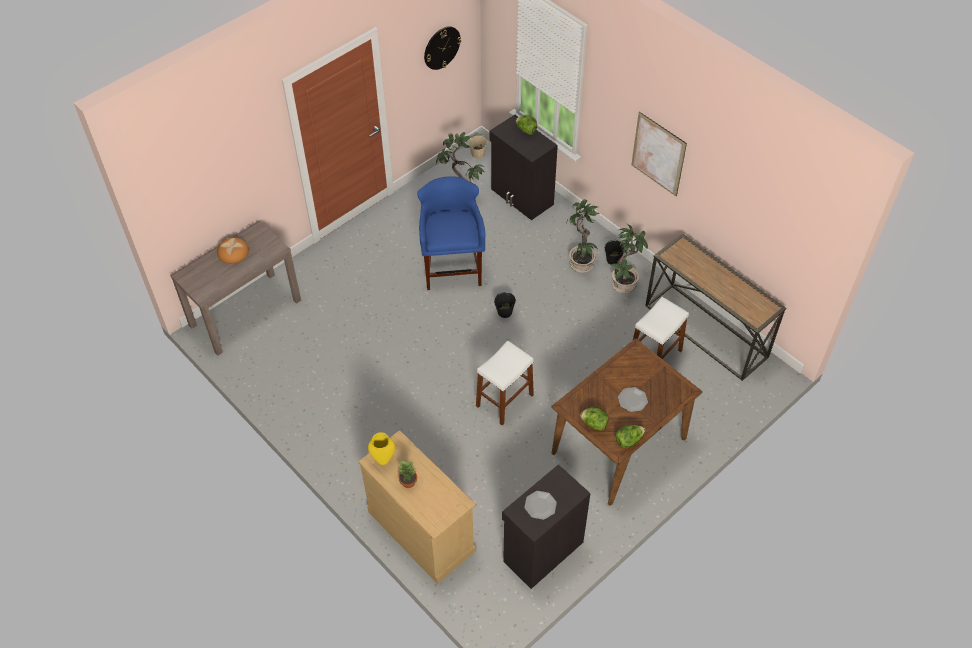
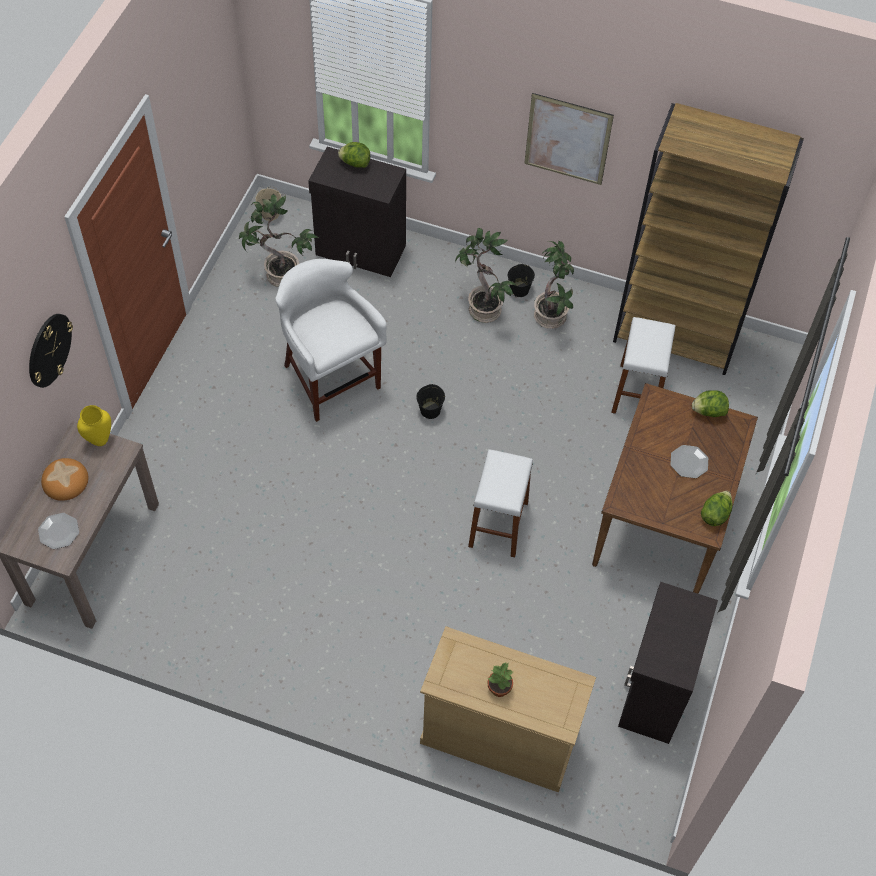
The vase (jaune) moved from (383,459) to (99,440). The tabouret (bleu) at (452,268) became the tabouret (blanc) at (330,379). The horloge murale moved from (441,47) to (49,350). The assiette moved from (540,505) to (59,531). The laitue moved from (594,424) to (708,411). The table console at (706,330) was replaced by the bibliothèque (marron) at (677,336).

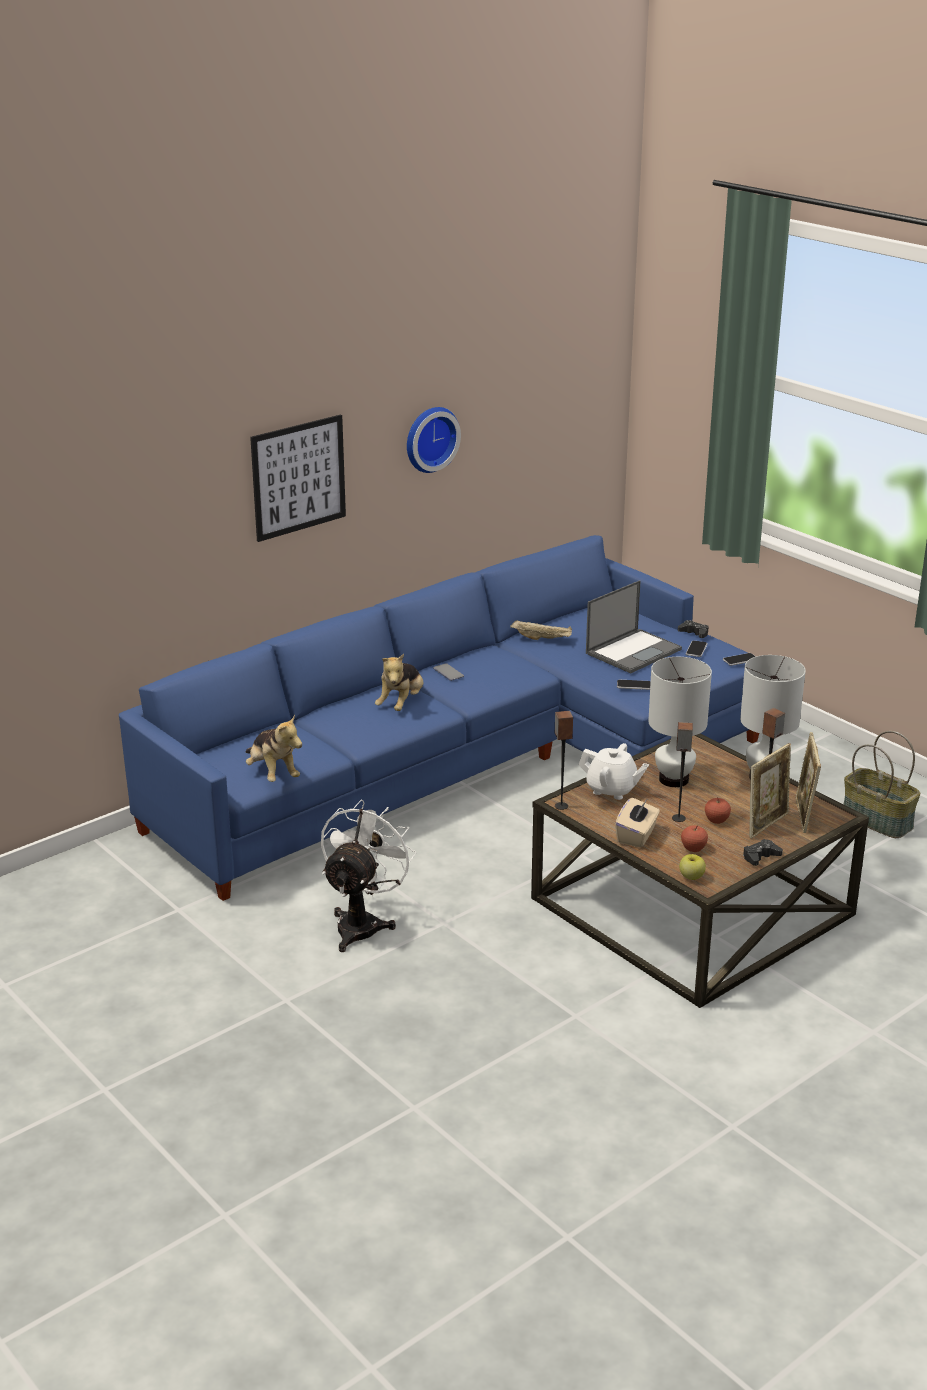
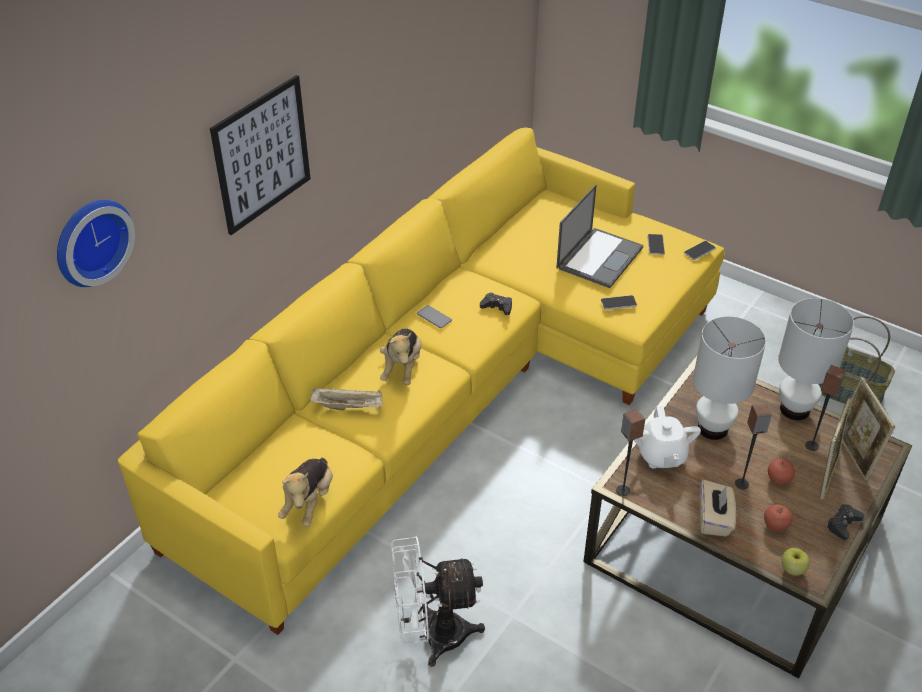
The canapé (bleu) at (470,761) became the canapé (jaune) at (455,386). The peluche at (272,773) turned 60 degrees clockwise. The ventilateur (blanc) at (362,923) turned 105 degrees counterclockwise. The horloge murale moved from (429,438) to (90,240). The plateau (beige) moved from (542,639) to (349,406). The théière (blanc) at (612,789) turned 75 degrees clockwise. The manette (noir) moved from (694,633) to (497,307).

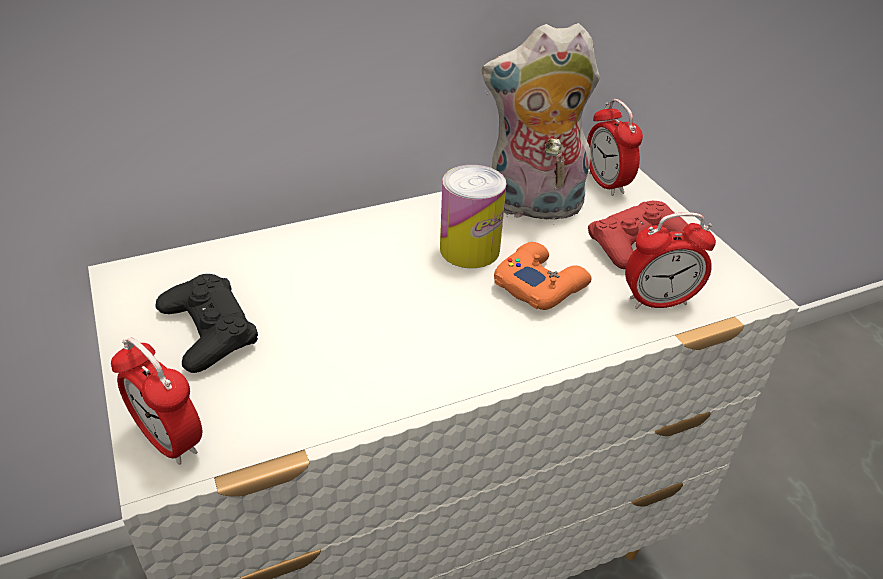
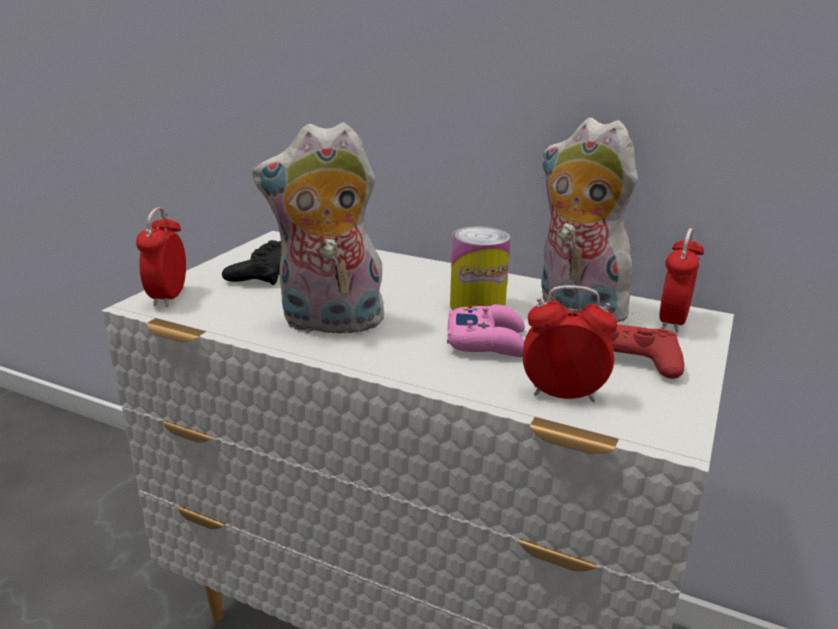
The manette (orange) at (540,284) became the manette (rose) at (488,341). The réveil at (658,301) turned 150 degrees clockwise. The peluche at (329,324) appeared.

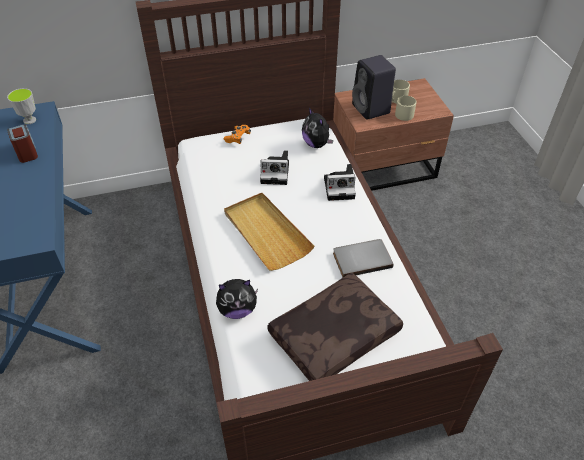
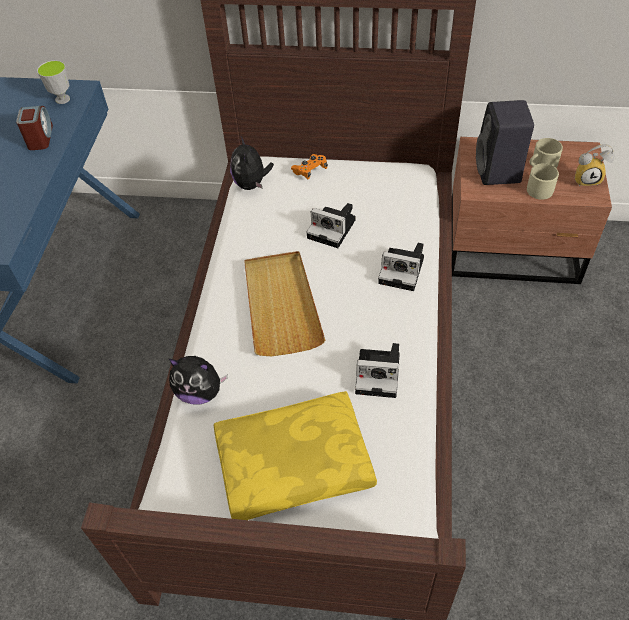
The coussin (marron) at (334,334) became the coussin (jaune) at (294,461). The peluche moved from (316,144) to (251,184). The livre (gris) at (361,258) was replaced by the appareil photo at (380,374). The réveil at (587,179) appeared.

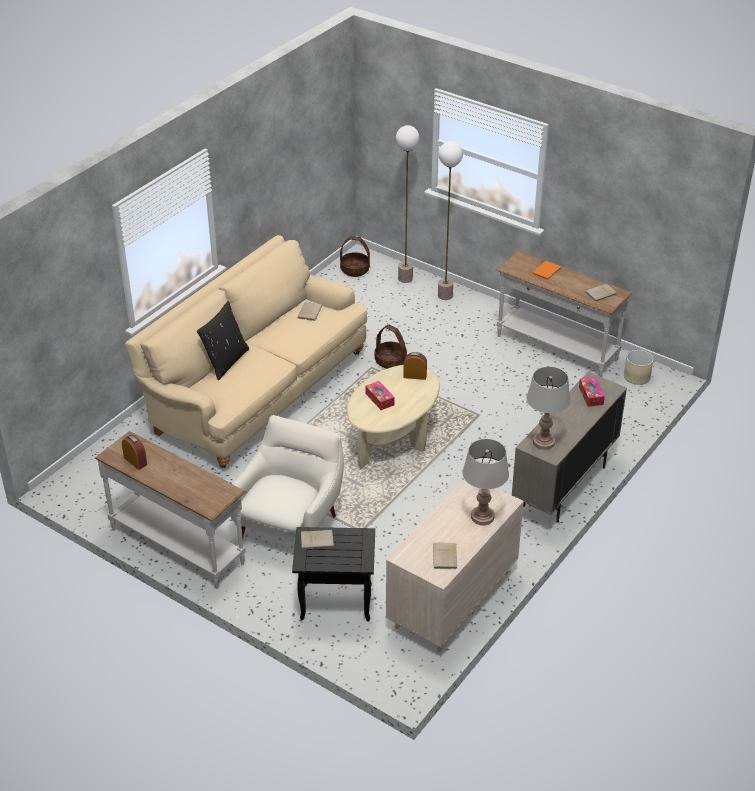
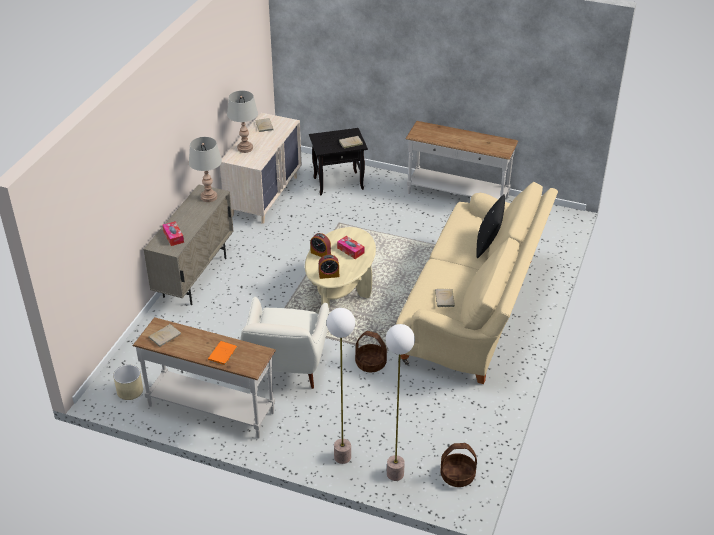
The réveil moved from (135,461) to (320,253). The fauteuil (blanc) moved from (290,525) to (286,368).

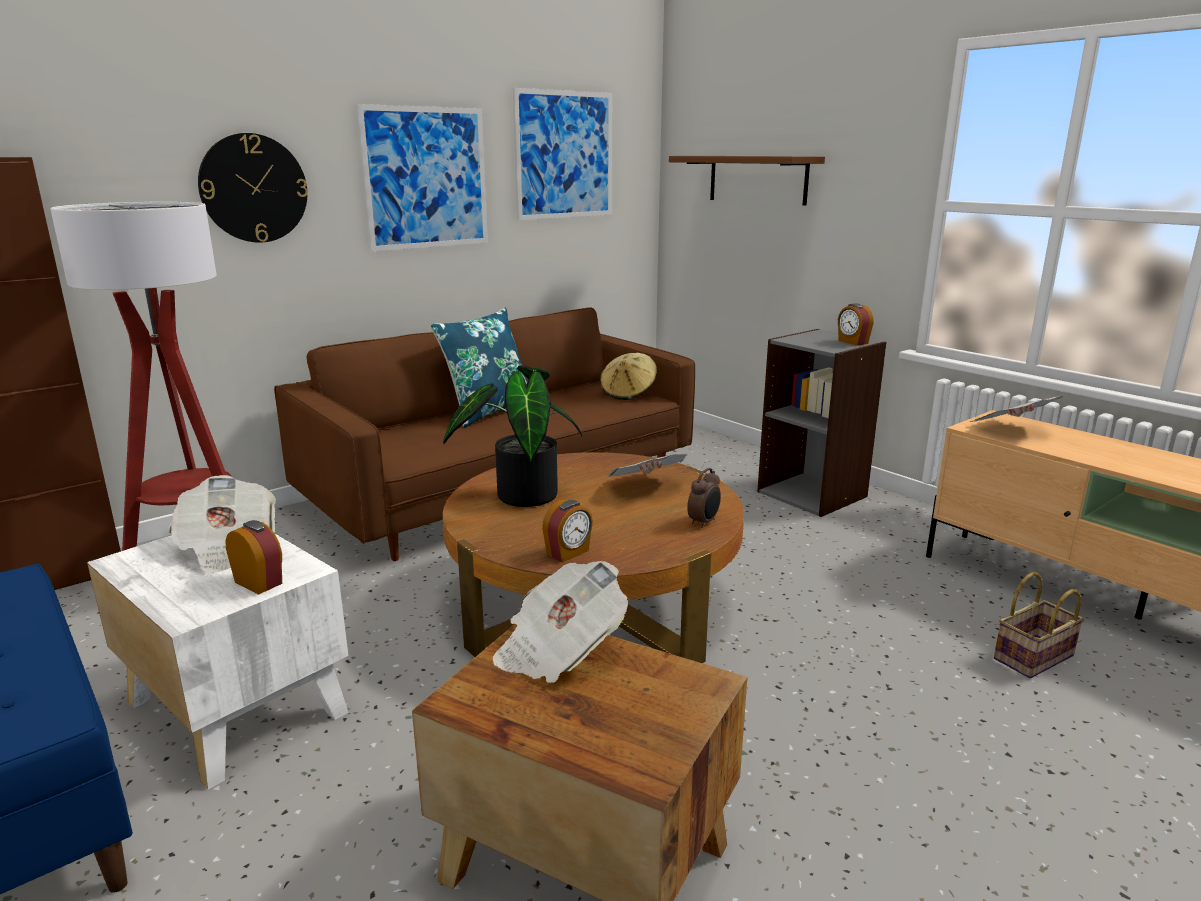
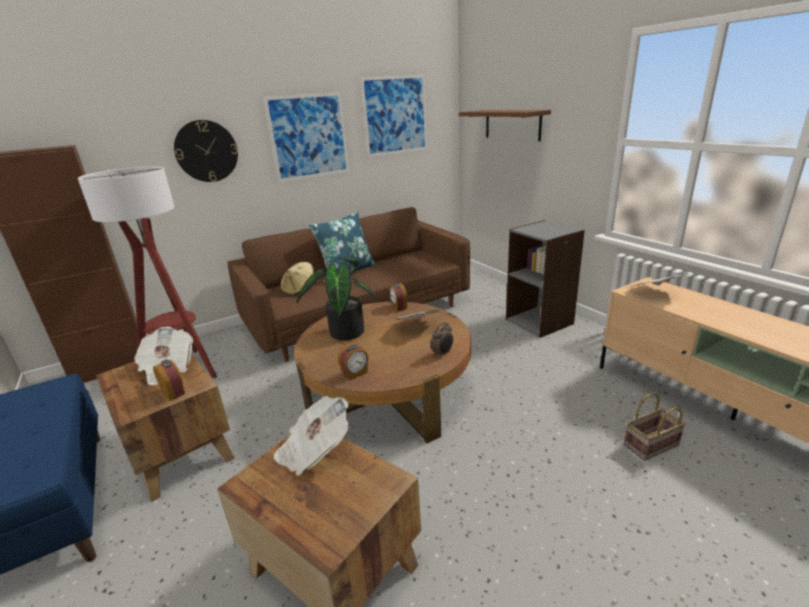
The table d'appoint (blanc) at (237,705) became the table d'appoint (marron) at (180,450). The chapeau (beige) moved from (628,393) to (299,289). The réveil moved from (852,342) to (398,307).

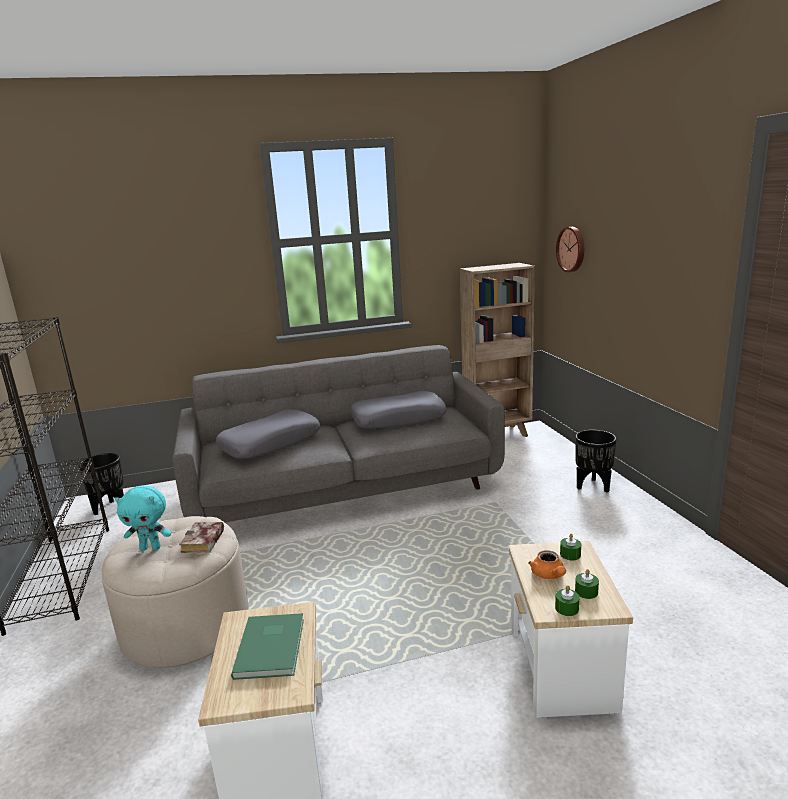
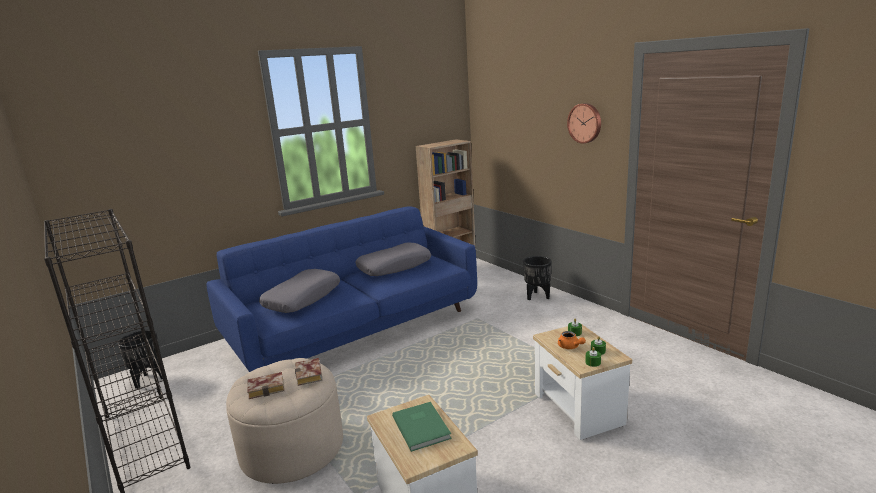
The peluche (turquoise) at (151,548) was replaced by the livre at (268,388). The canapé (gris) at (345,488) became the canapé (bleu) at (356,328). The horloge murale moved from (572,249) to (585,123).

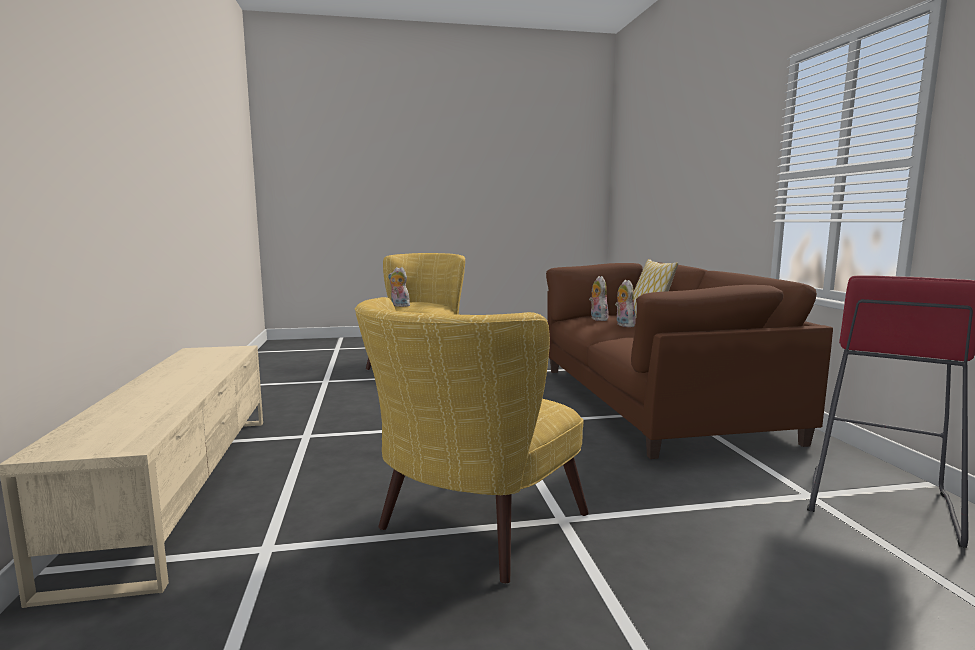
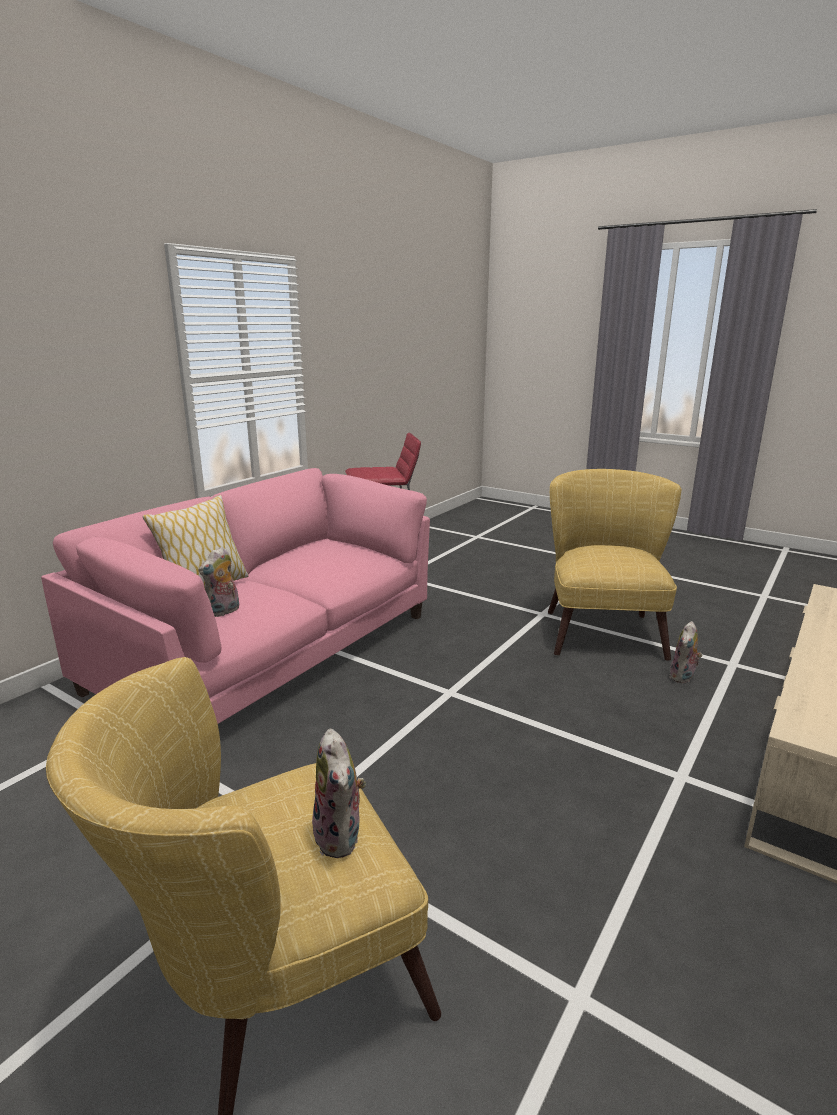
The fauteuil (jaune) at (468,531) turned 75 degrees counterclockwise. The canapé (marron) at (653,401) became the canapé (rose) at (270,652). The peluche moved from (623,325) to (683,677).

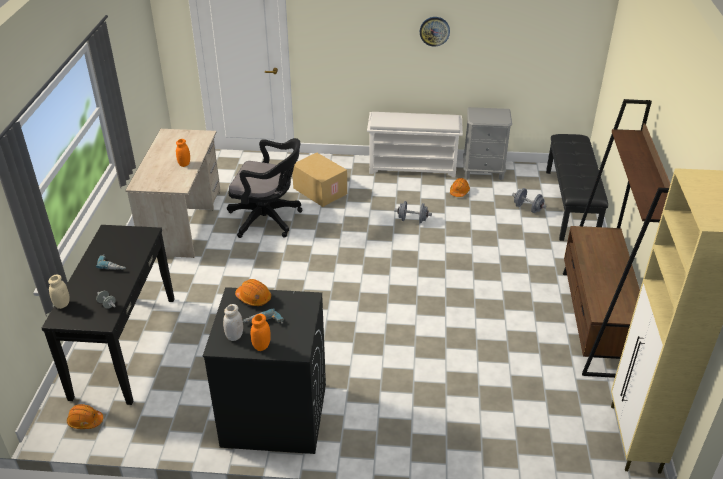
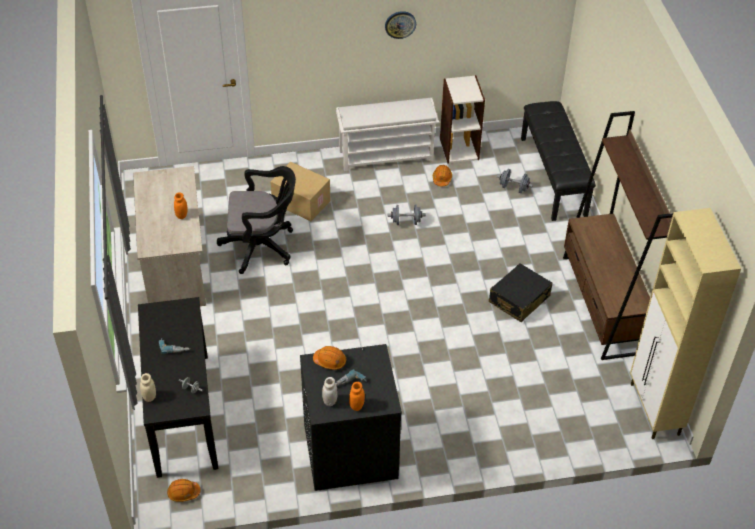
The table de chevet (gris) at (483,171) was replaced by the bibliothèque at (459,148). The valise (noir) at (519,299) appeared.

